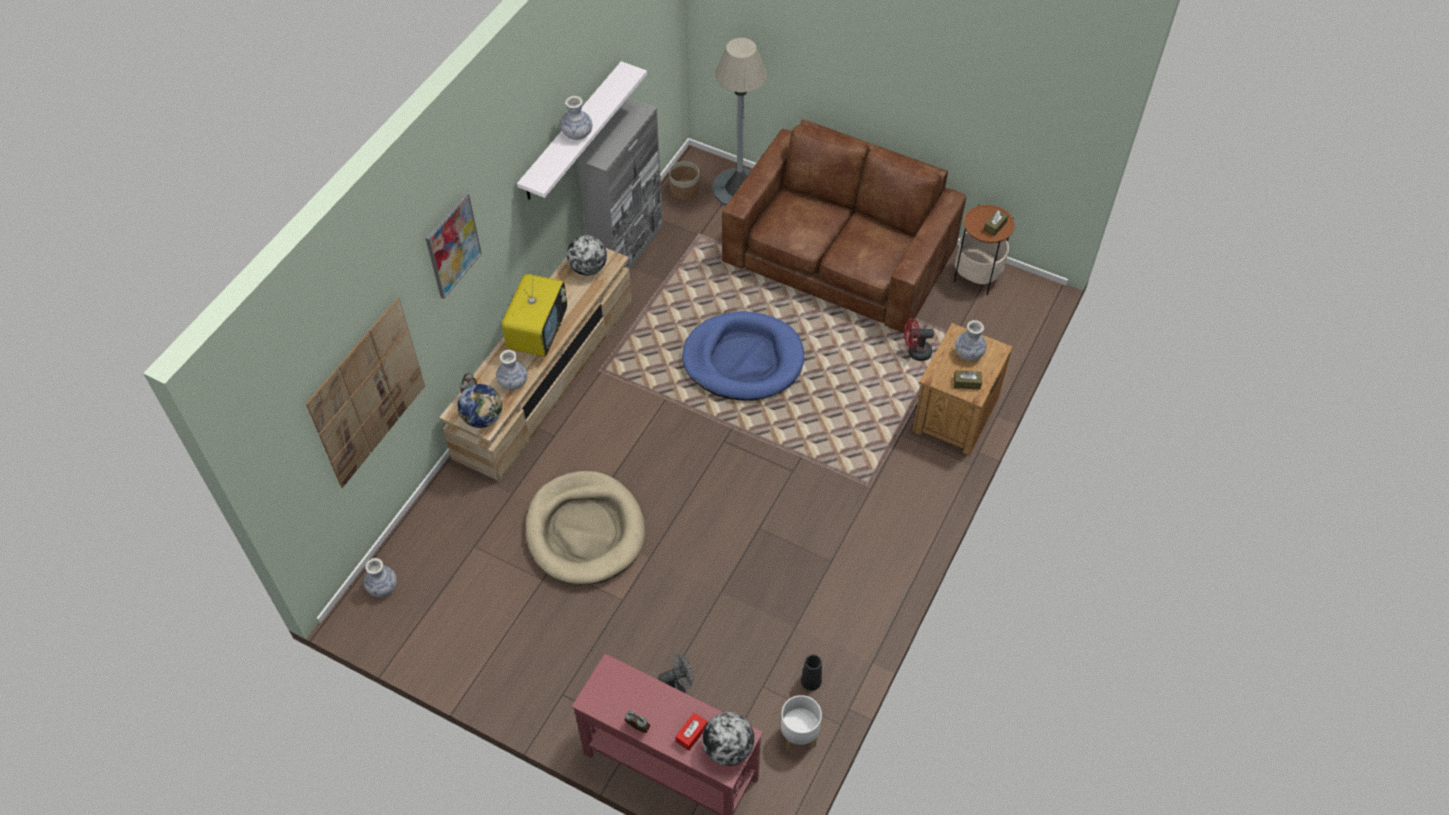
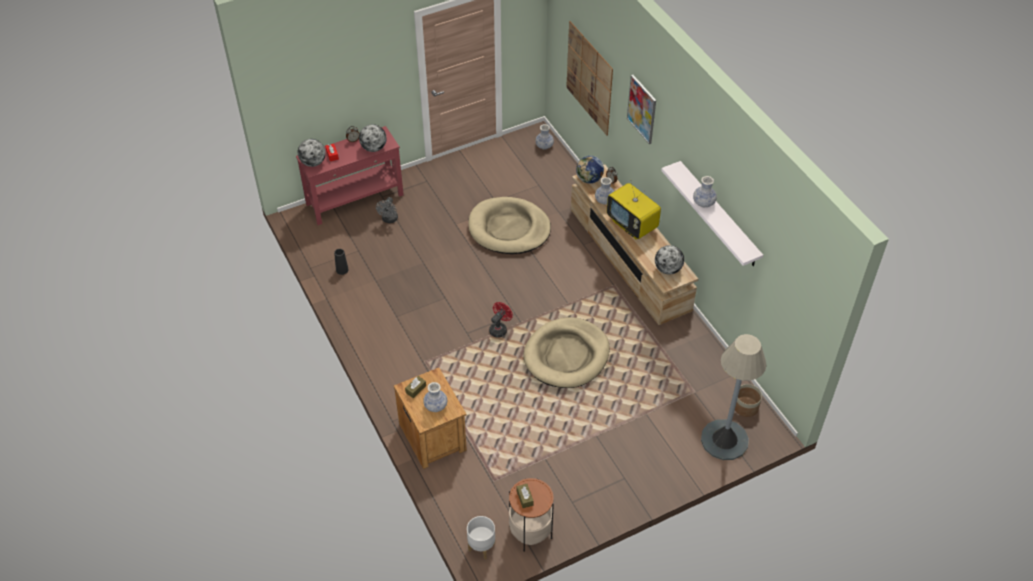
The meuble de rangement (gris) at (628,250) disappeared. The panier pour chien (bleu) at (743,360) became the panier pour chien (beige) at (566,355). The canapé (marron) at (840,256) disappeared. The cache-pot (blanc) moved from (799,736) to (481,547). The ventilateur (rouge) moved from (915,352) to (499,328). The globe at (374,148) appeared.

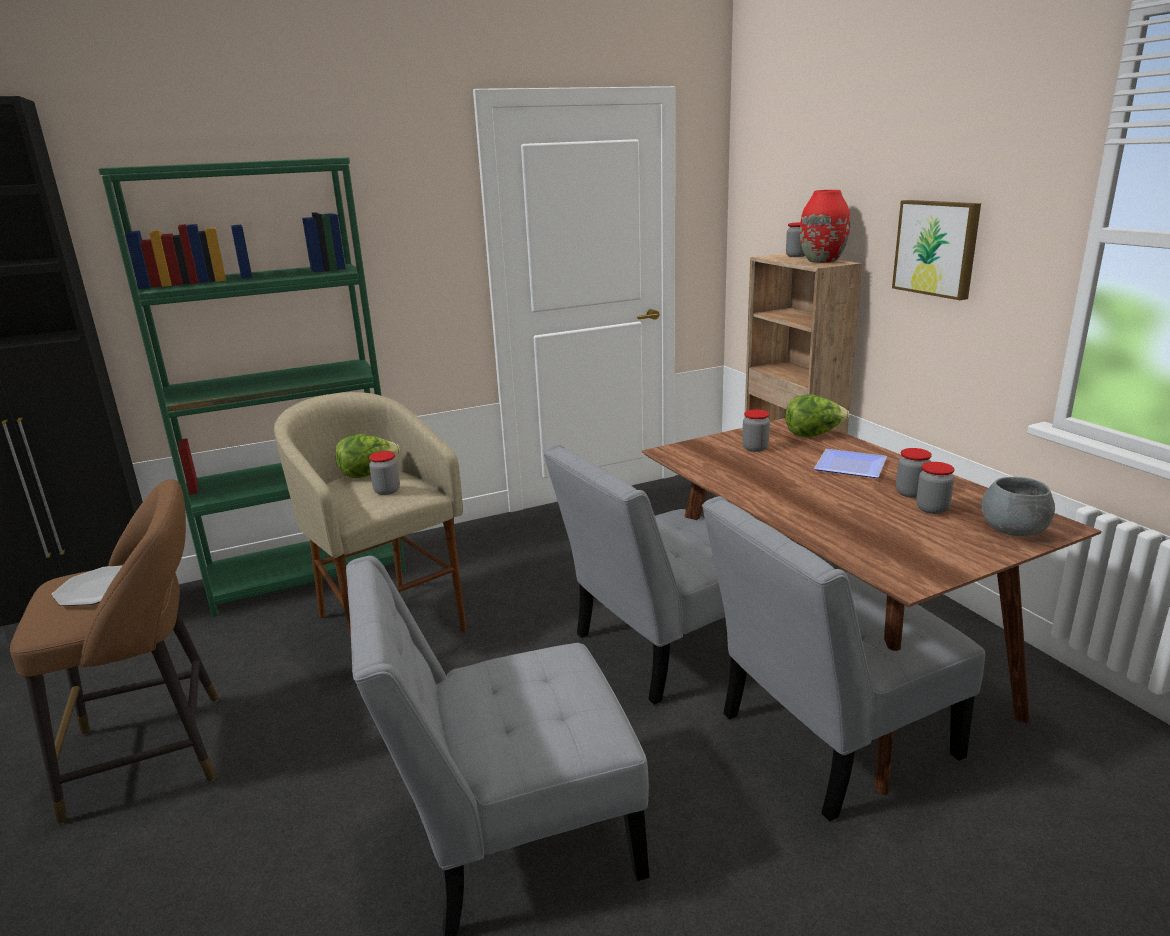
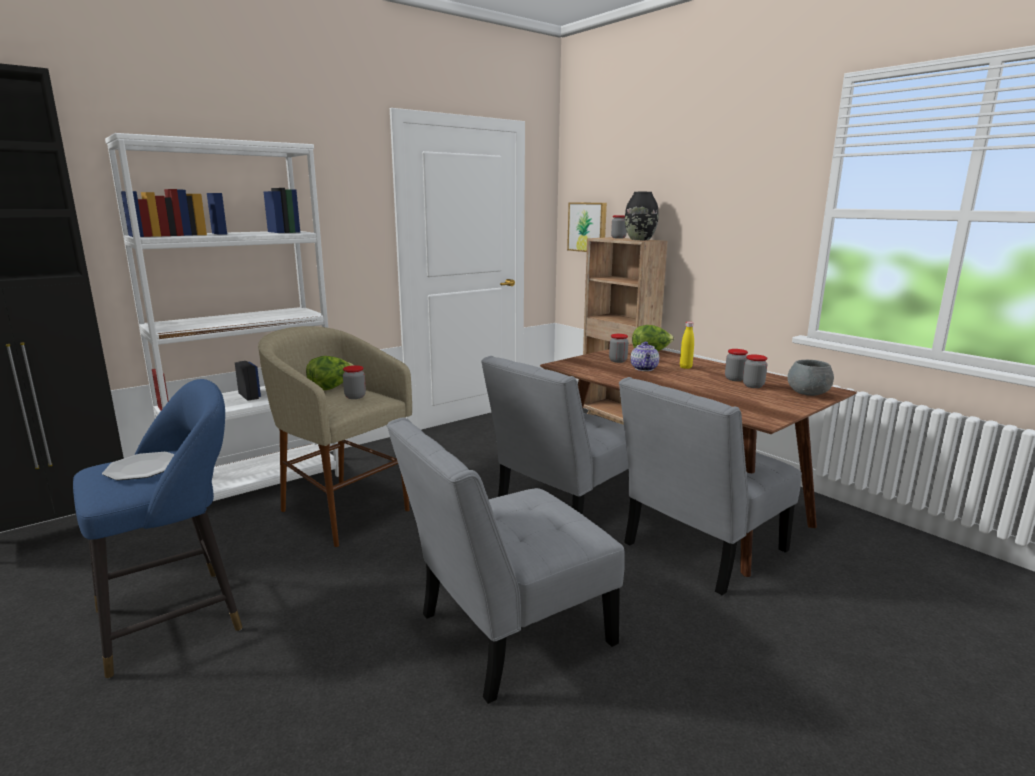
The tabouret (marron) at (158,752) became the tabouret (bleu) at (178,616). The bibliothèque (vert) at (309,576) became the bibliothèque (blanc) at (258,484). The vase (rouge) at (821,261) became the vase (noir) at (639,239). The assiette at (848,466) was replaced by the bouteille (jaune) at (685,367). The tableau moved from (937,248) to (588,227). The théière at (644,369) appeared.

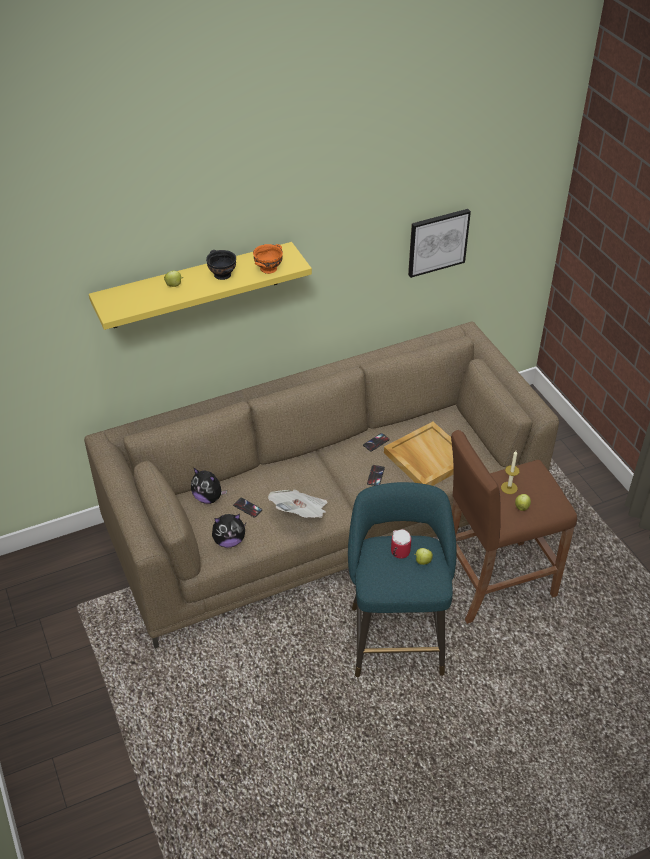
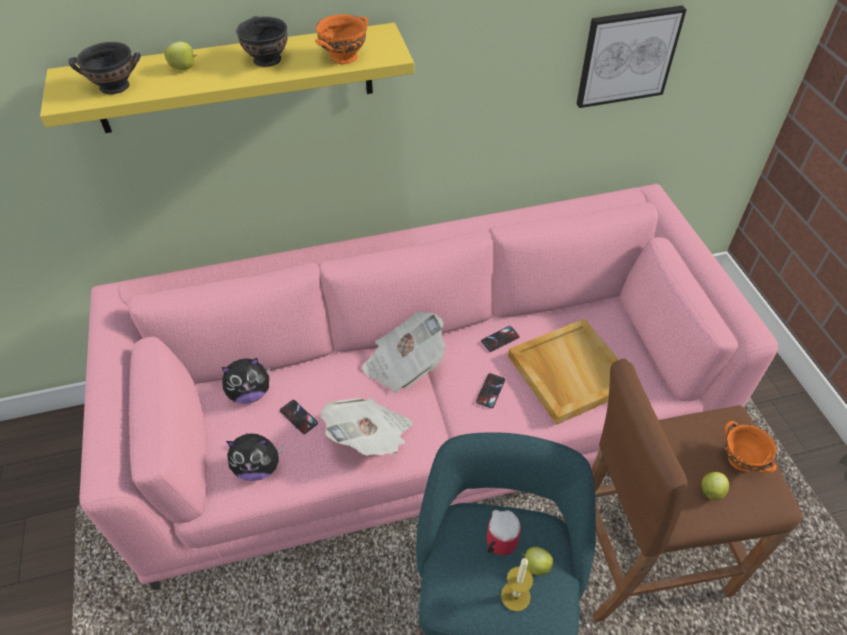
The canapé (marron) at (324,519) became the canapé (rose) at (424,424). The peluche at (208,498) turned 60 degrees counterclockwise. The bougie moved from (509,488) to (515,596). The bol (noir) at (114,86) appeared. The journal at (403,363) appeared. The bol (orange) at (740,458) appeared.

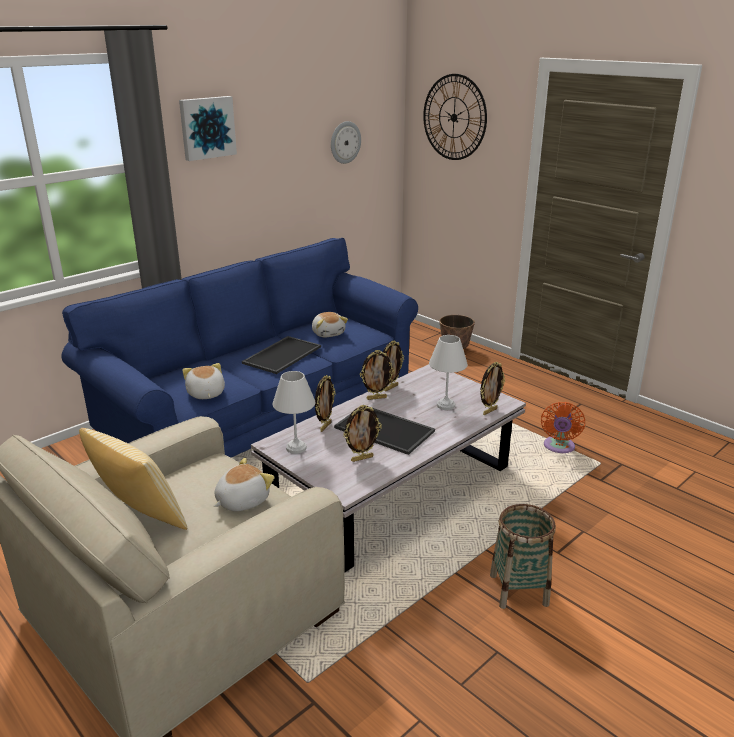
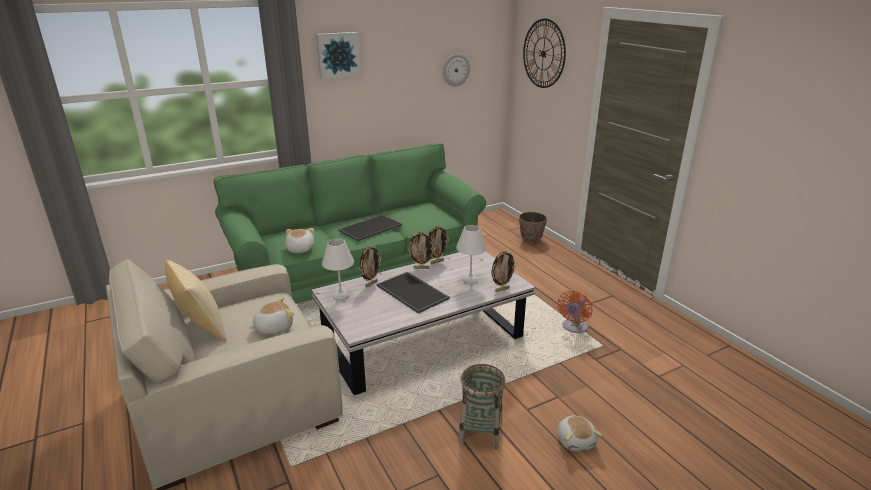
The canapé (bleu) at (261,416) became the canapé (vert) at (358,272). The peluche moved from (328,333) to (576,440). The cadre photo at (362,458) disappeared.

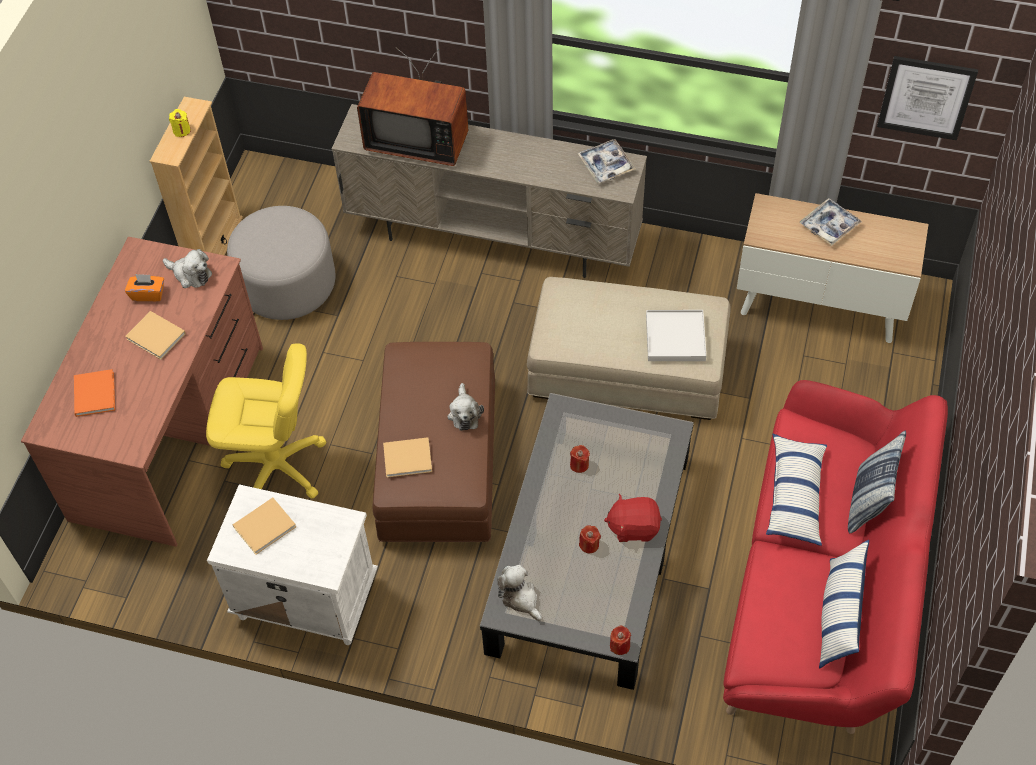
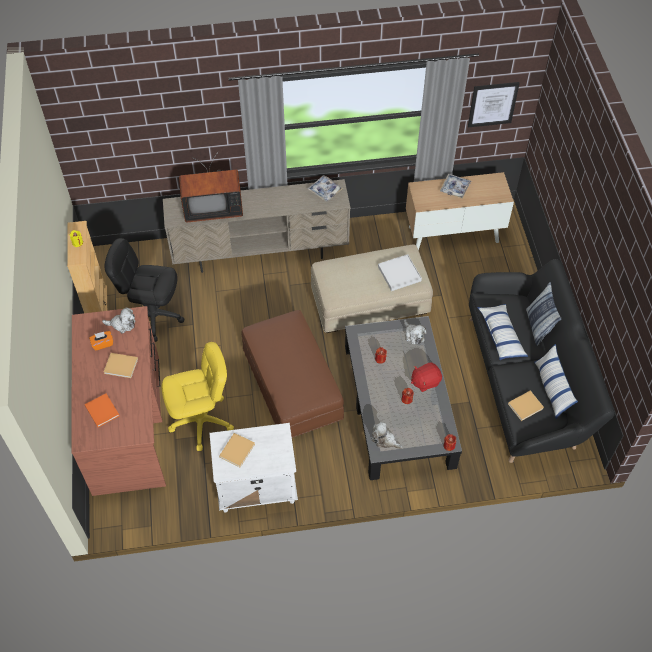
The pouf (gris) at (287,284) was replaced by the chaise de bureau (noir) at (154,316). The livre (beige) moved from (409,458) to (526,406). The peluche moved from (464,413) to (413,335). The canapé (rouge) at (822,591) became the canapé (noir) at (526,383).

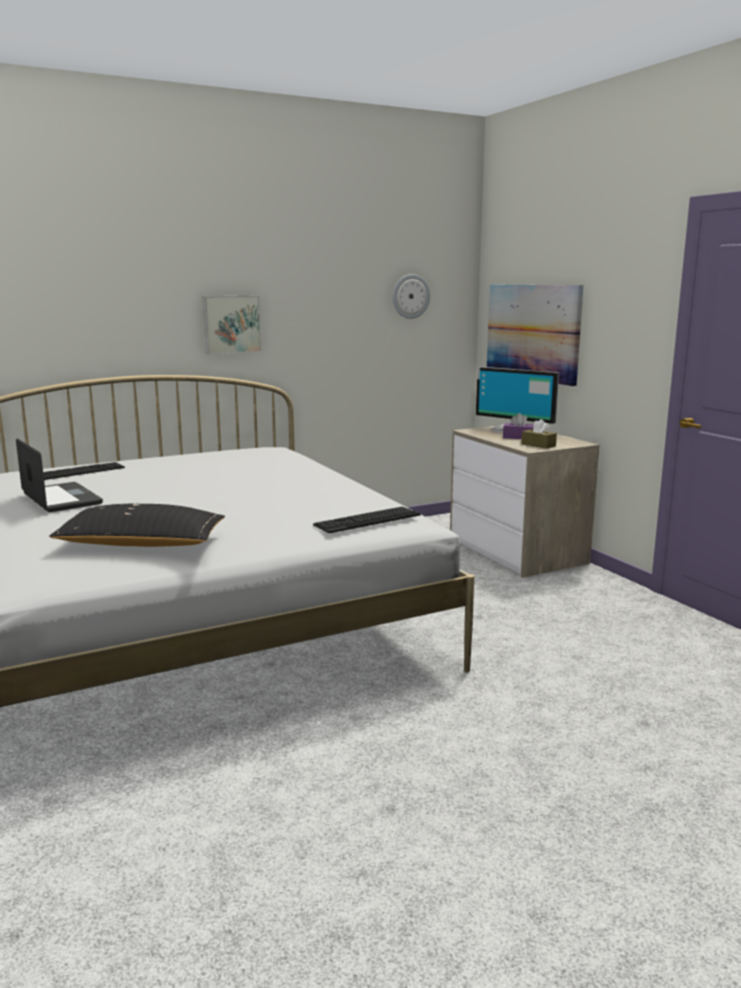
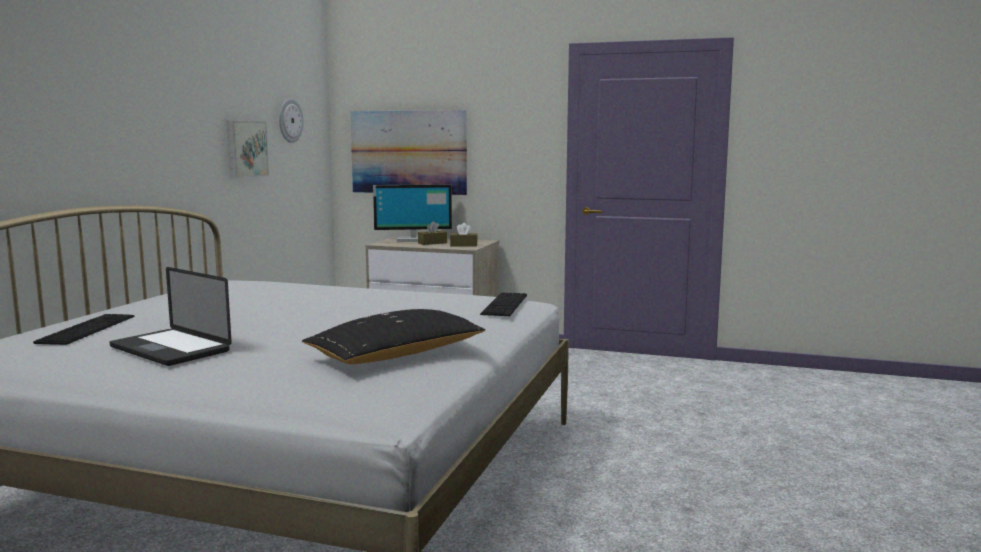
The ordinateur portable at (61,499) turned 150 degrees counterclockwise. The tableau moved from (231,324) to (245,149). The boîte à mouchoirs (violet) at (518,437) became the boîte à mouchoirs (marron) at (432,243).

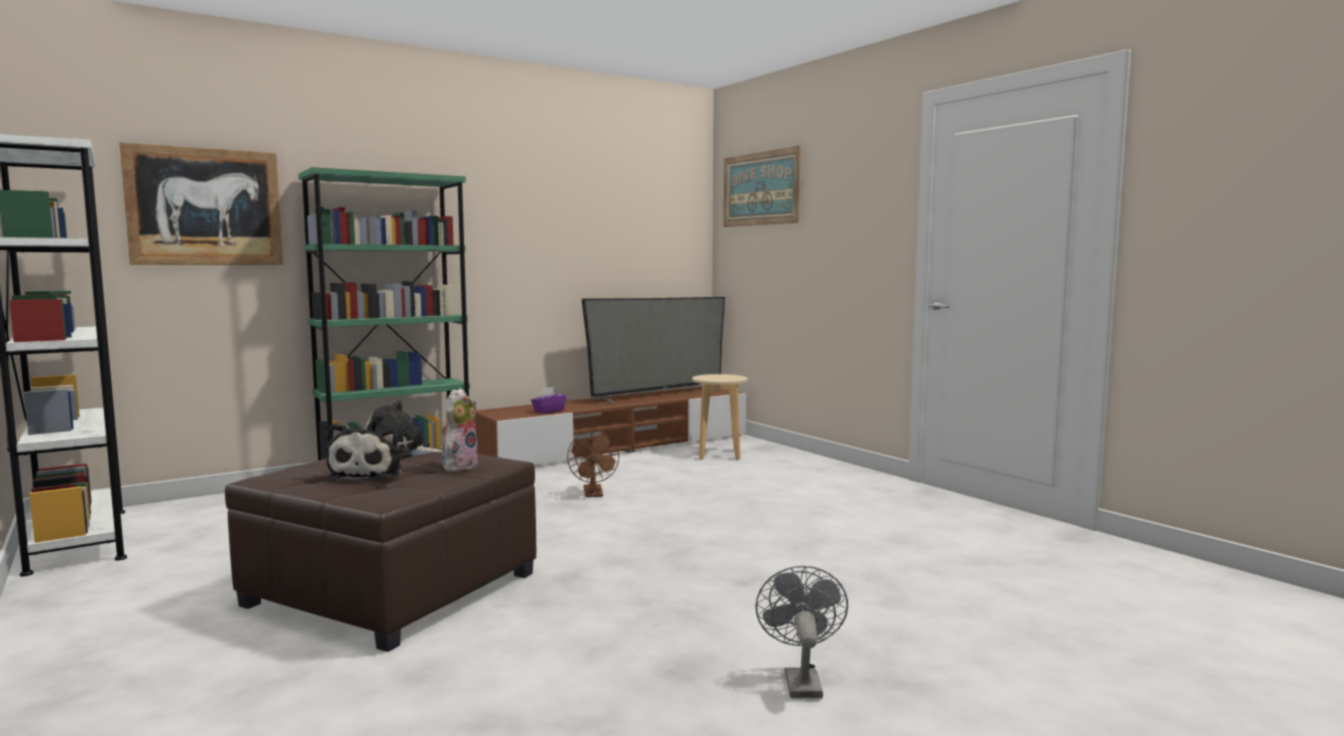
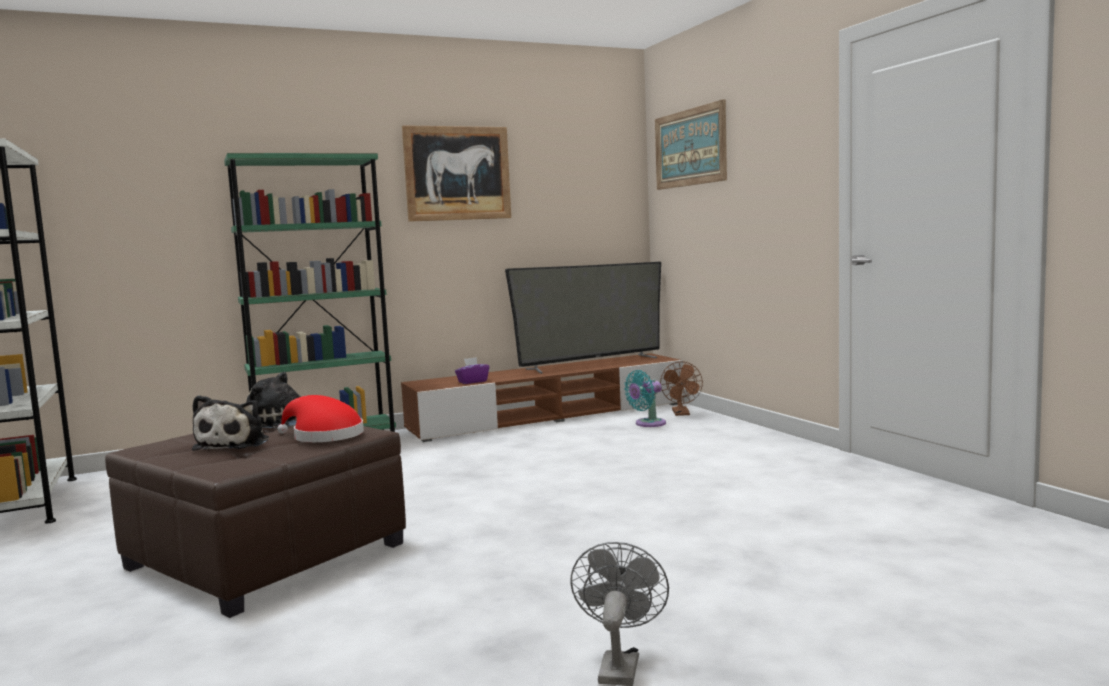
The tableau moved from (205,207) to (457,173). The peluche at (459,466) was replaced by the chapeau (rouge) at (324,436). The ventilateur (marron) moved from (594,494) to (681,414). The tabouret (beige) at (719,455) was replaced by the ventilateur (turquoise) at (647,424).

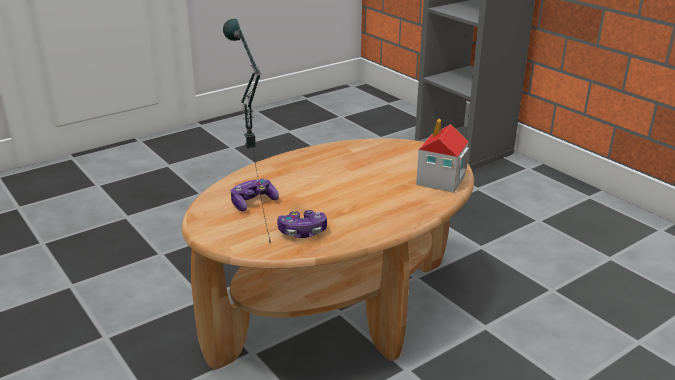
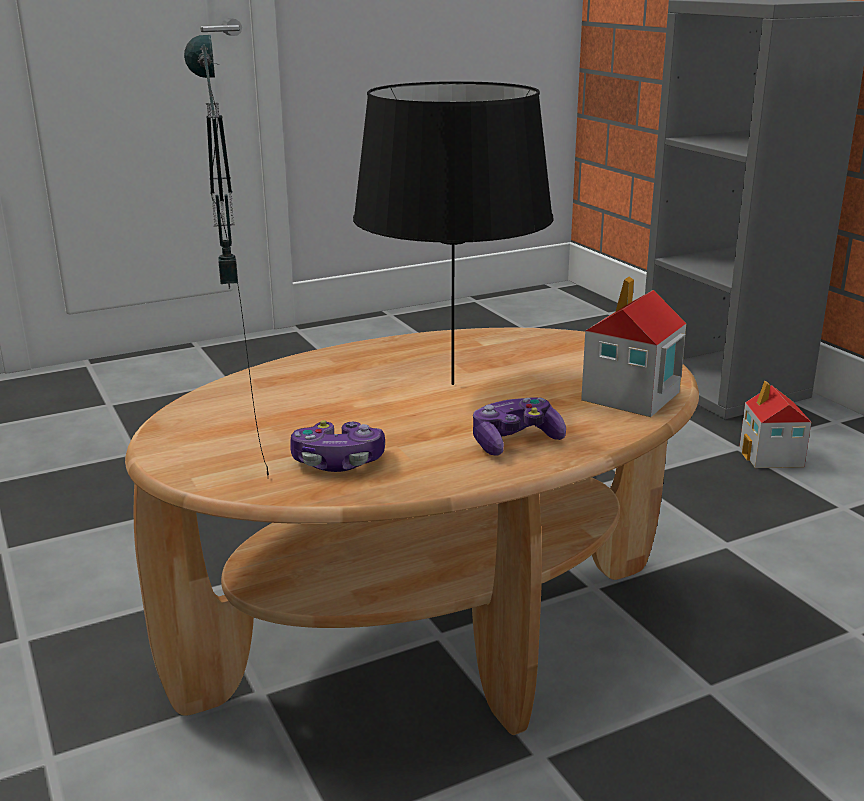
The manette moved from (253,202) to (515,441). The lampe de table (noir) at (452,384) appeared. The maison miniature at (771,456) appeared.

